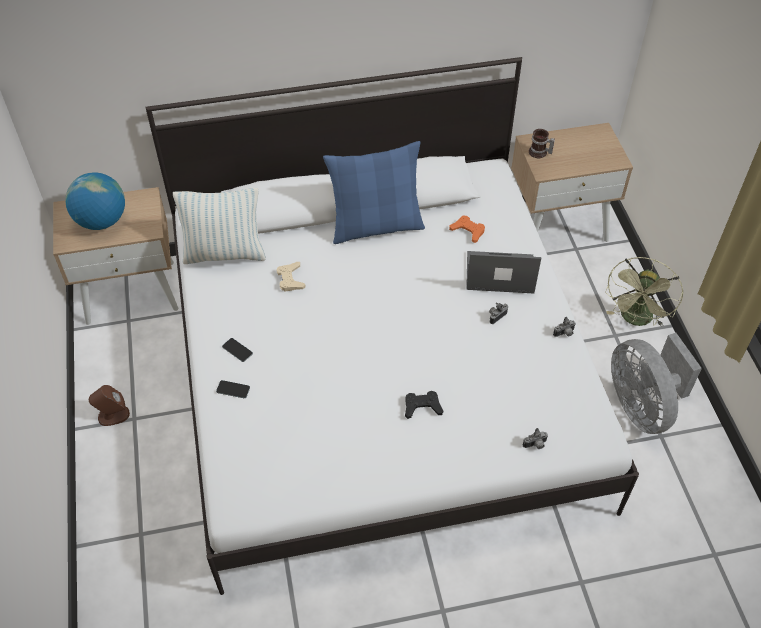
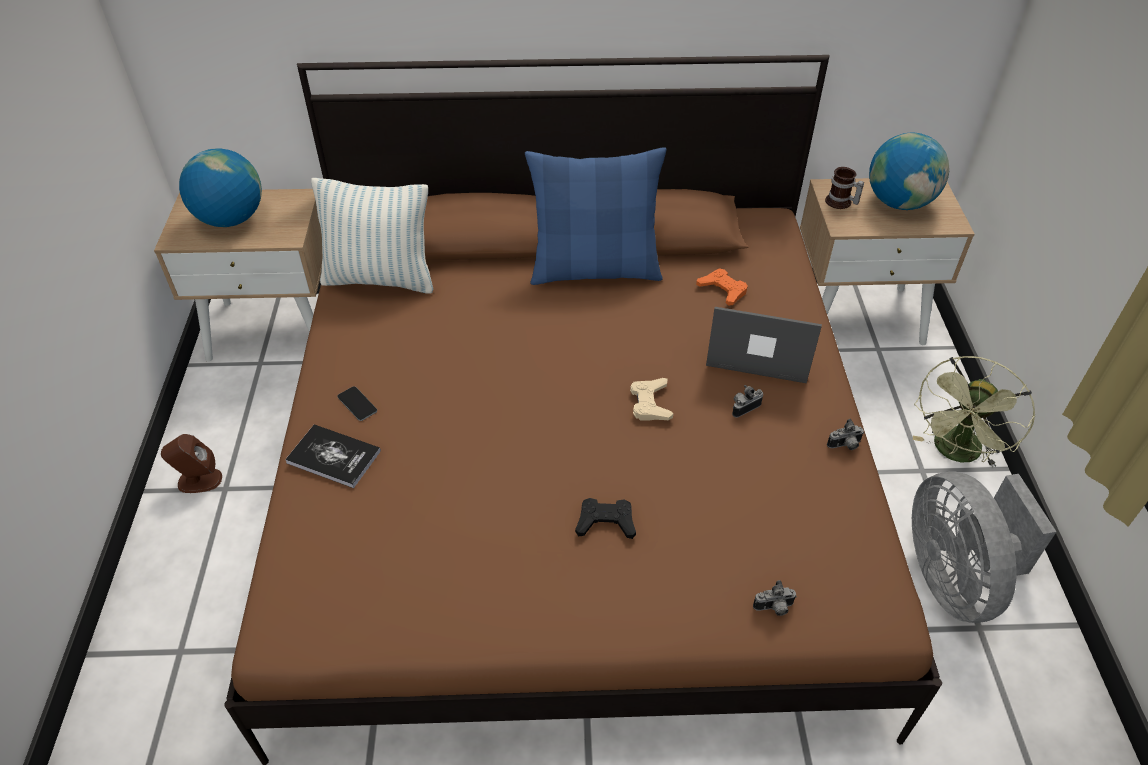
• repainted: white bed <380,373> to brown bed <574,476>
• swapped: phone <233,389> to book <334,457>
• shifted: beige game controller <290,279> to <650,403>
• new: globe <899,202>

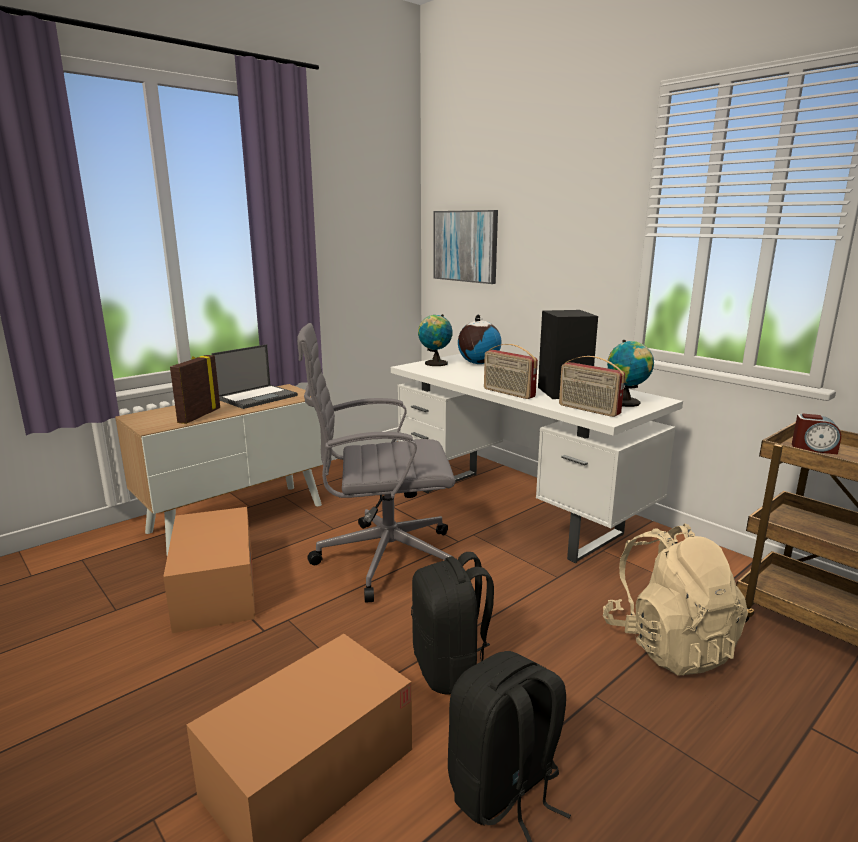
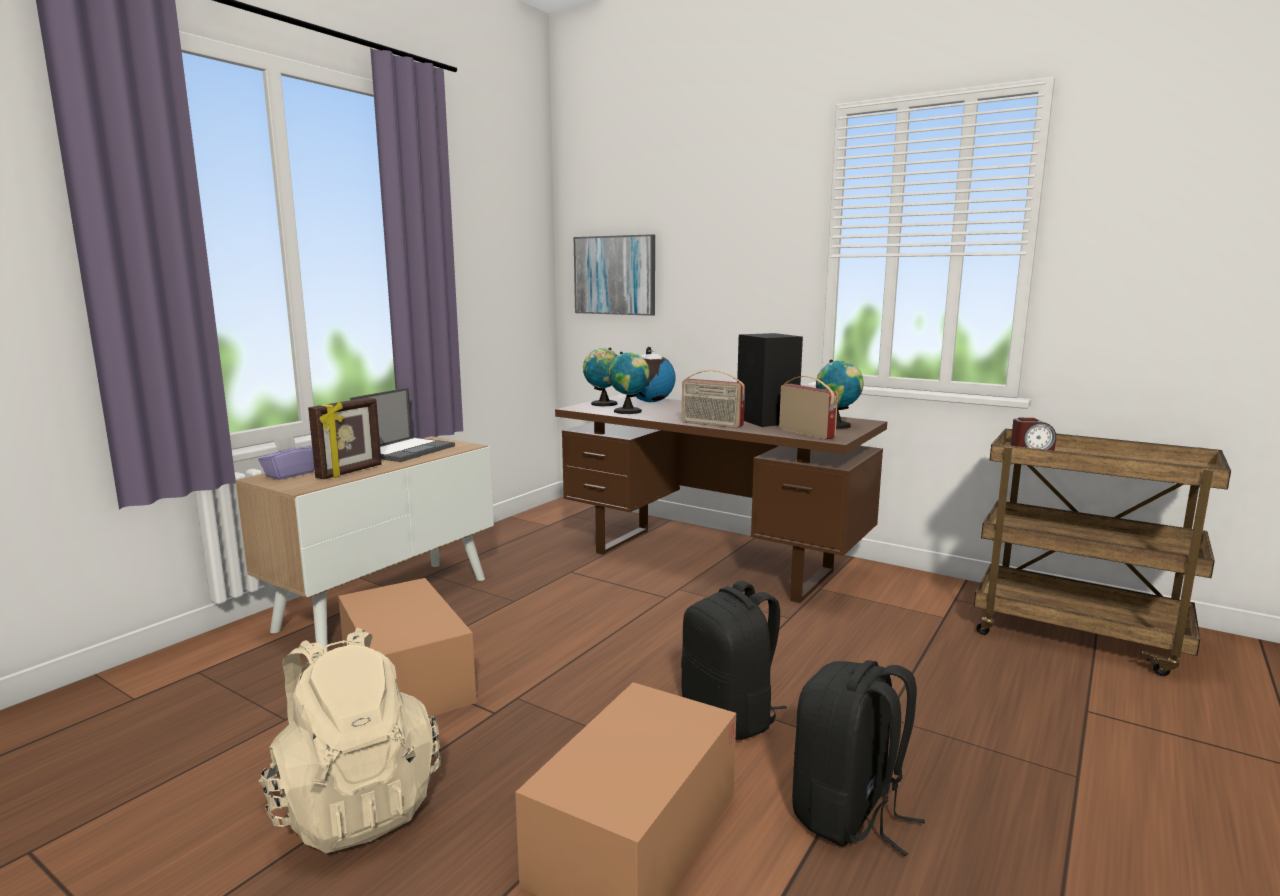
• new: purple tissue box <290,474>
• shifted: beige backpack <668,644> to <354,805>
• rotated: picture frame <198,416> = <350,472> 150 degrees counterclockwise
• repainted: white desk <516,511> to brown desk <712,562>
• new: globe <630,411>
• rotated: radio <588,410> = <807,433> 150 degrees counterclockwise
• gone: grey office chair <382,558>

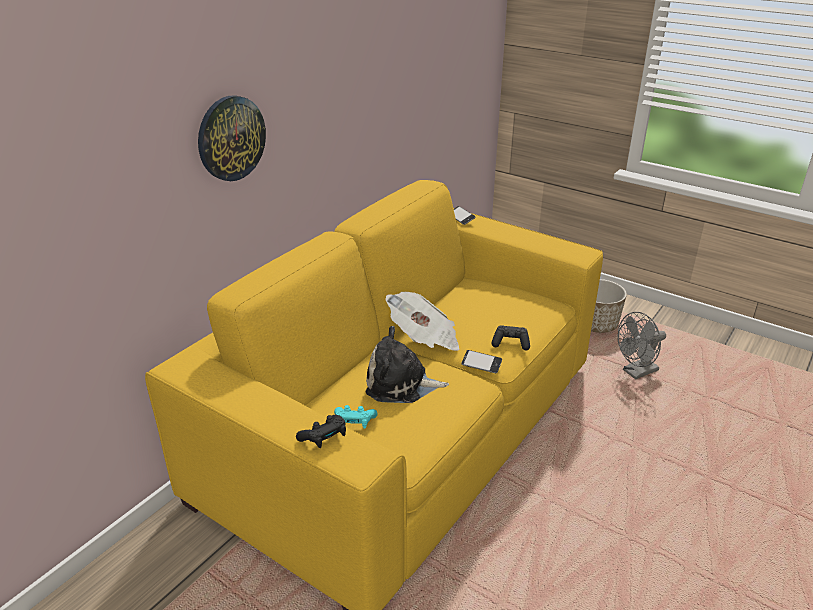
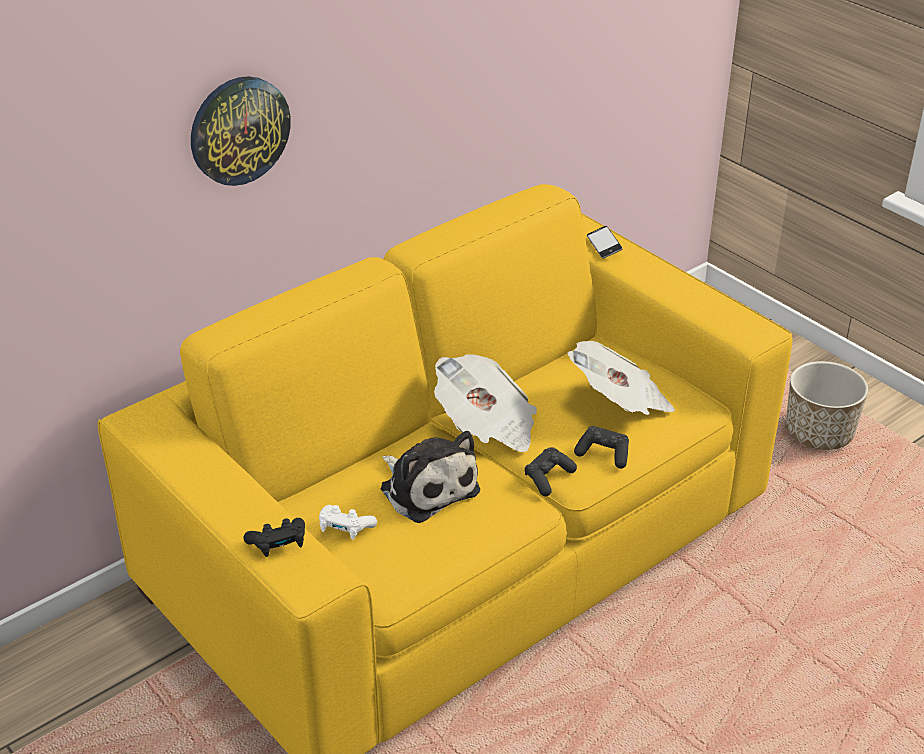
• repainted: turquoise game controller <354,422> to white game controller <345,528>
• rotated: plush toy <401,384> = <427,487> 150 degrees counterclockwise
• swapped: phone <481,364> to black game controller <548,478>
• new: newspaper <620,402>
• gone: grey fan <636,372>

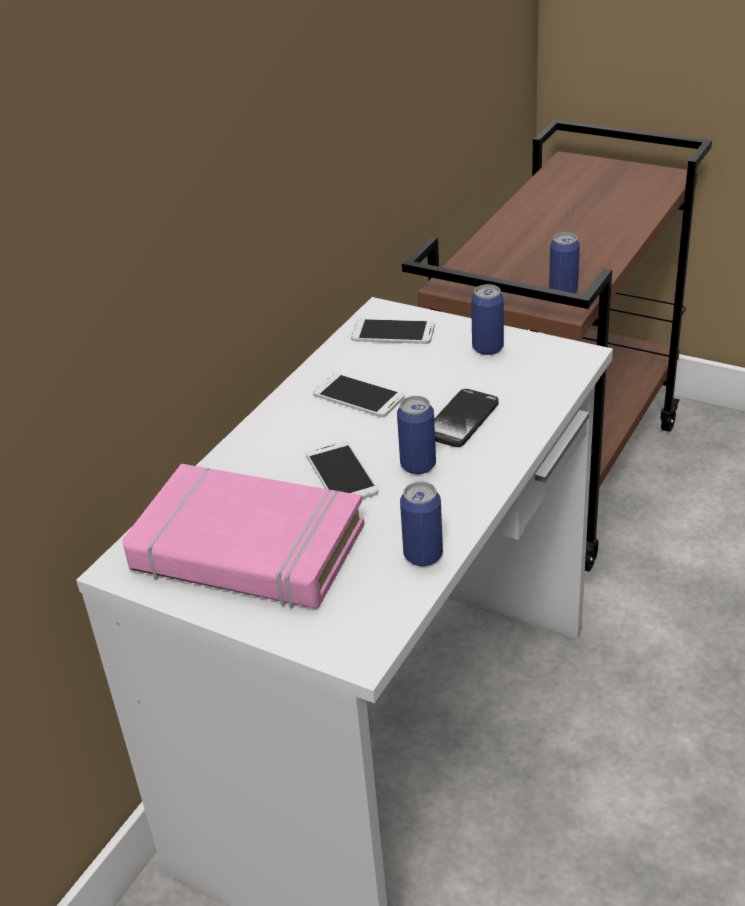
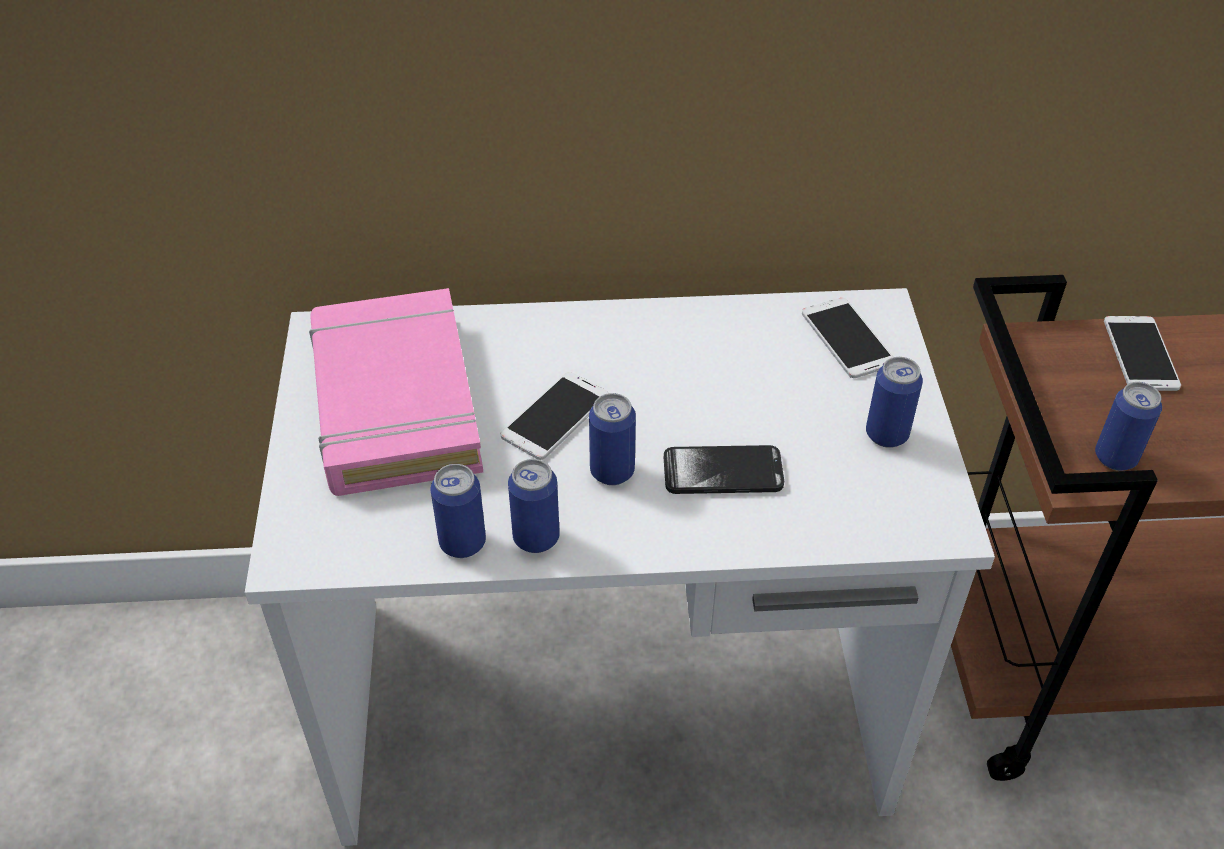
• new: can <536,538>
• shifted: phone <358,396> to <1140,354>

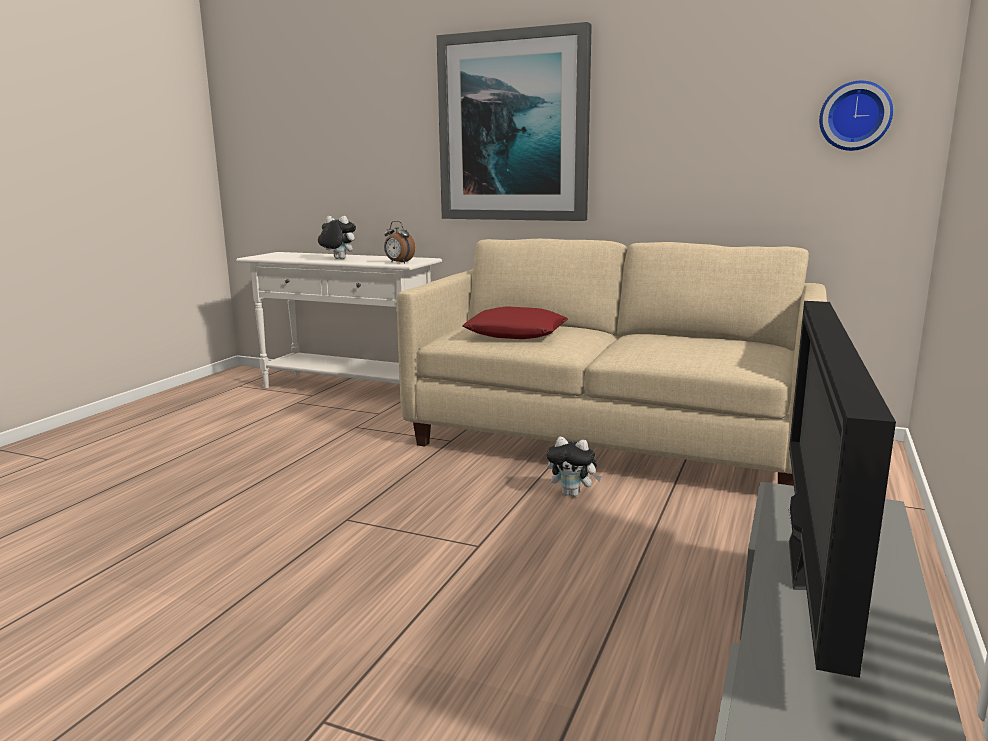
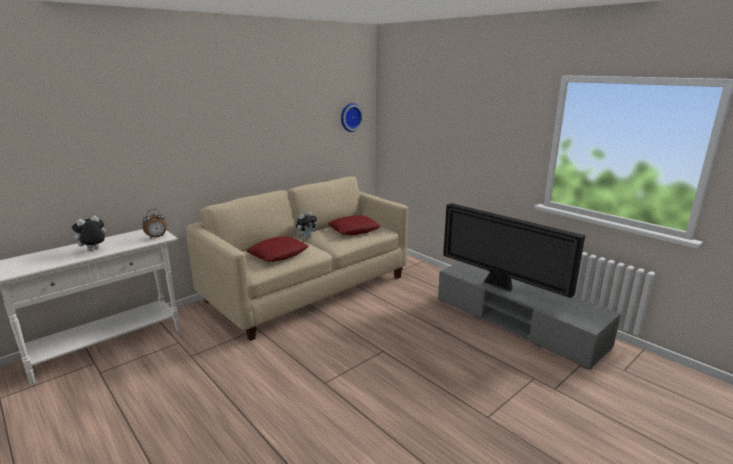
• shifted: plush toy <573,494> to <307,237>
• new: red pillow <354,230>
• gone: picture <514,128>

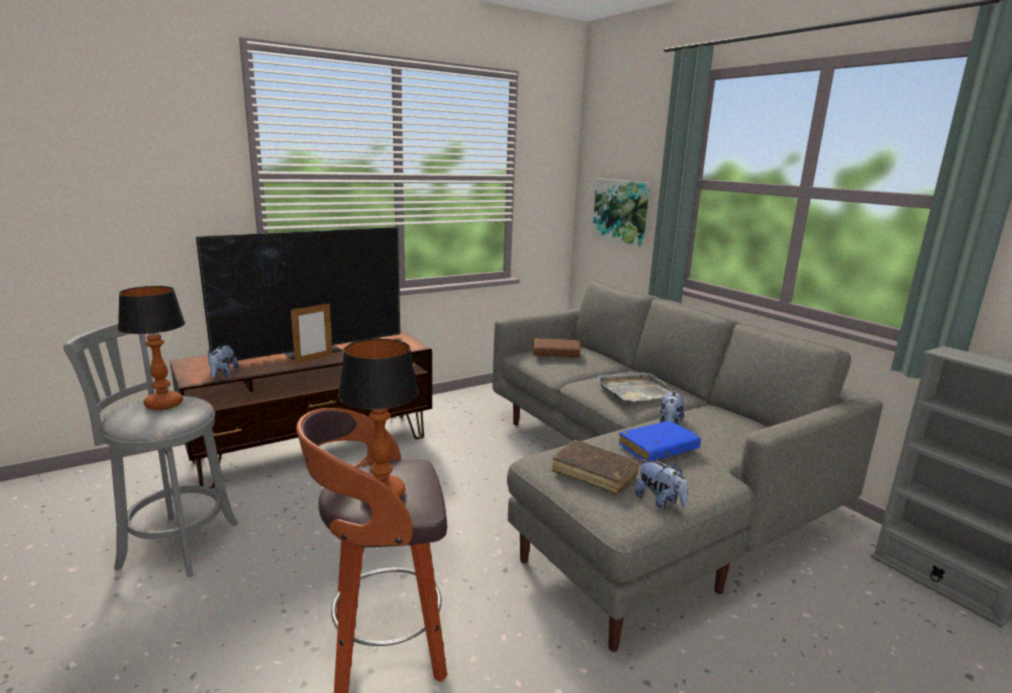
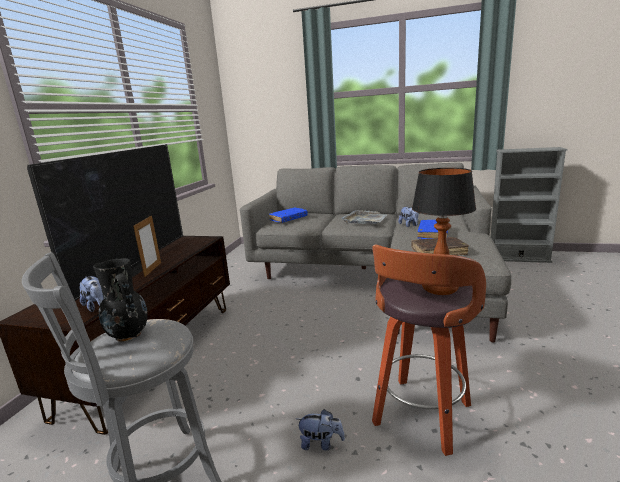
• swapped: table lamp <164,404> to black vase <129,335>
• repainted: brown book <556,353> to blue book <288,219>
• shifted: plush toy <660,502> to <321,443>
• gone: picture <621,211>

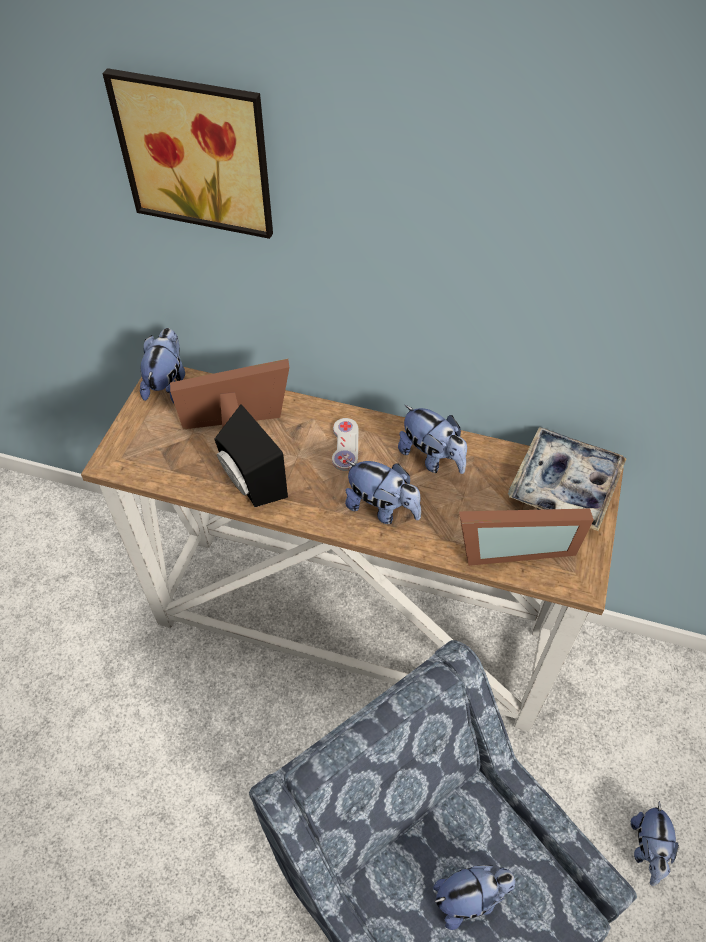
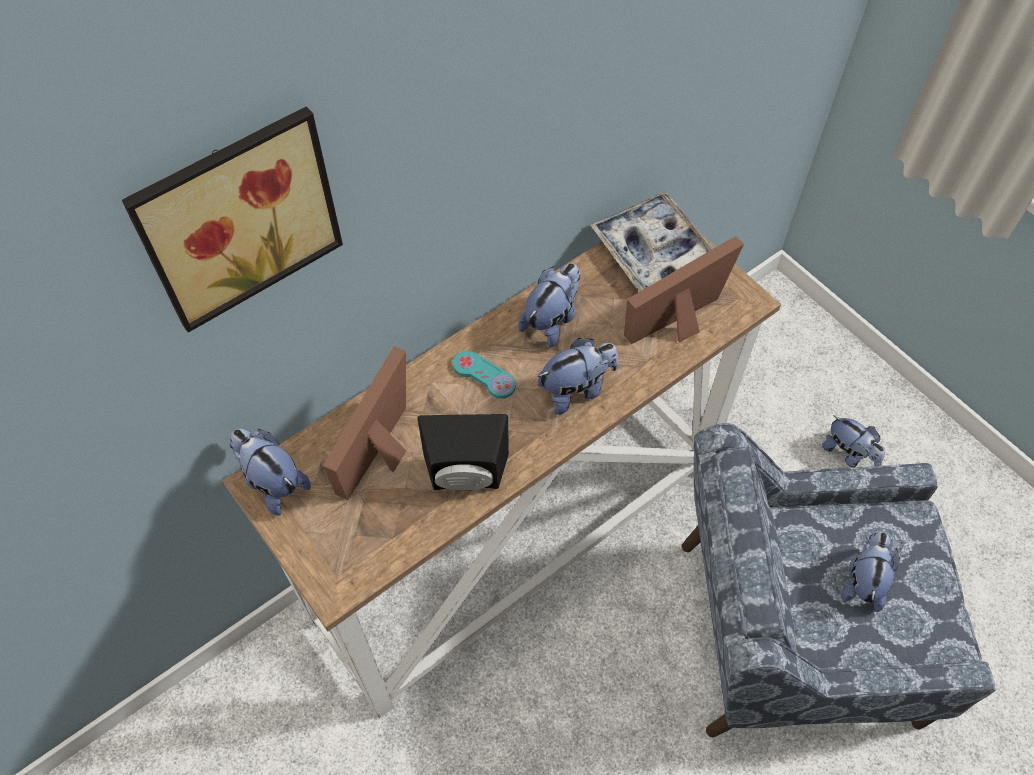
• repainted: white game controller <345,445> to turquoise game controller <484,375>
• rotated: plush toy <431,458> = <552,320> 45 degrees counterclockwise
• rotated: picture frame <512,545> = <682,322> 150 degrees counterclockwise

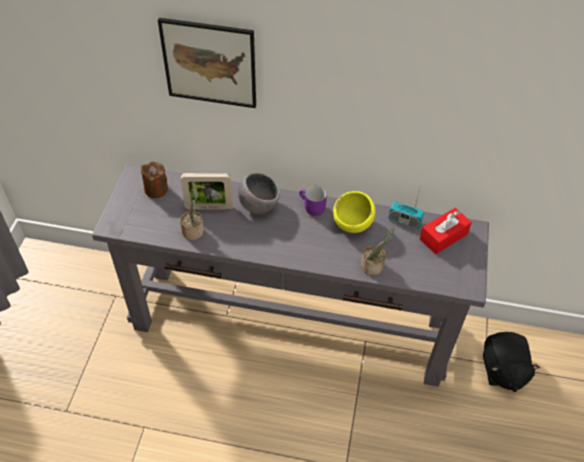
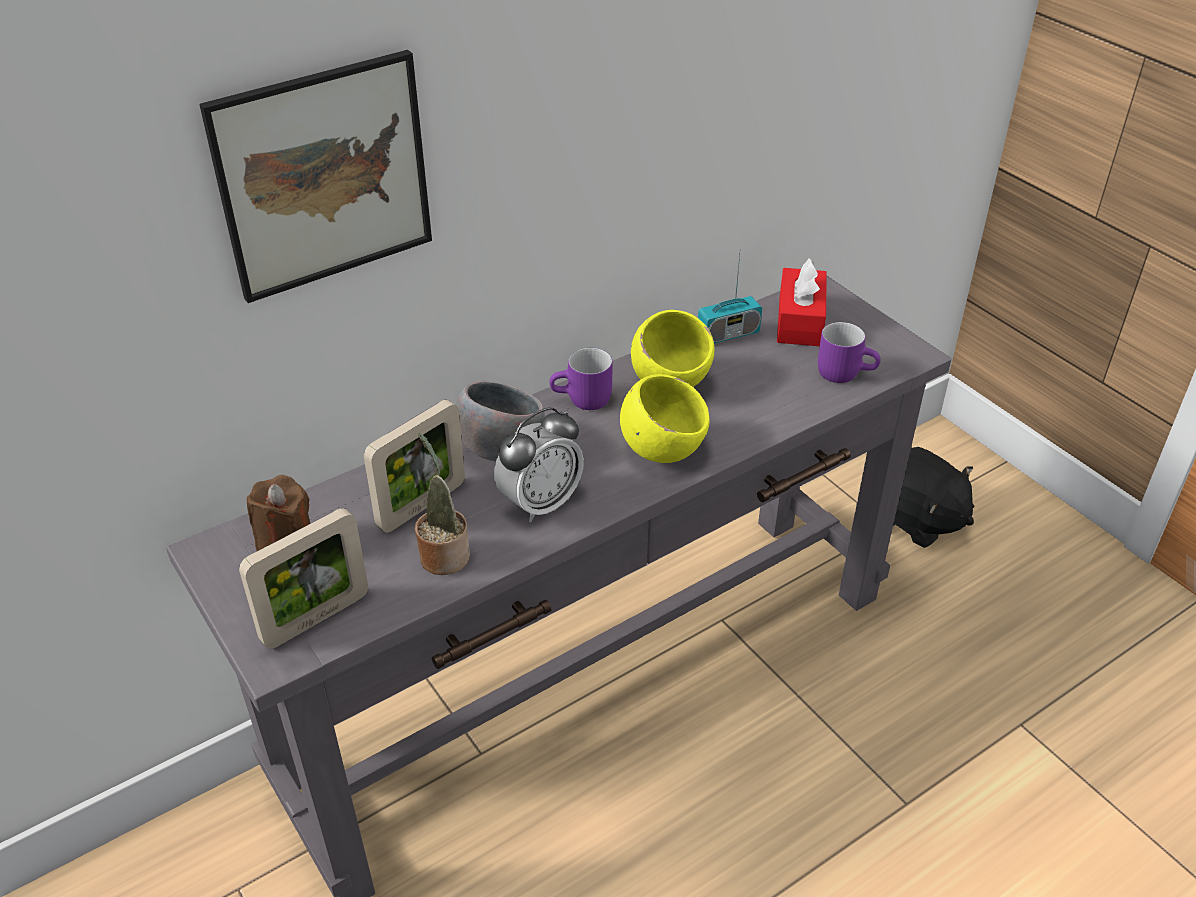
• new: picture frame <316,619>
• new: alarm clock <540,503>
• new: yellow bowl <662,450>
• new: purple mug <845,372>
• gone: potted plant <373,266>

